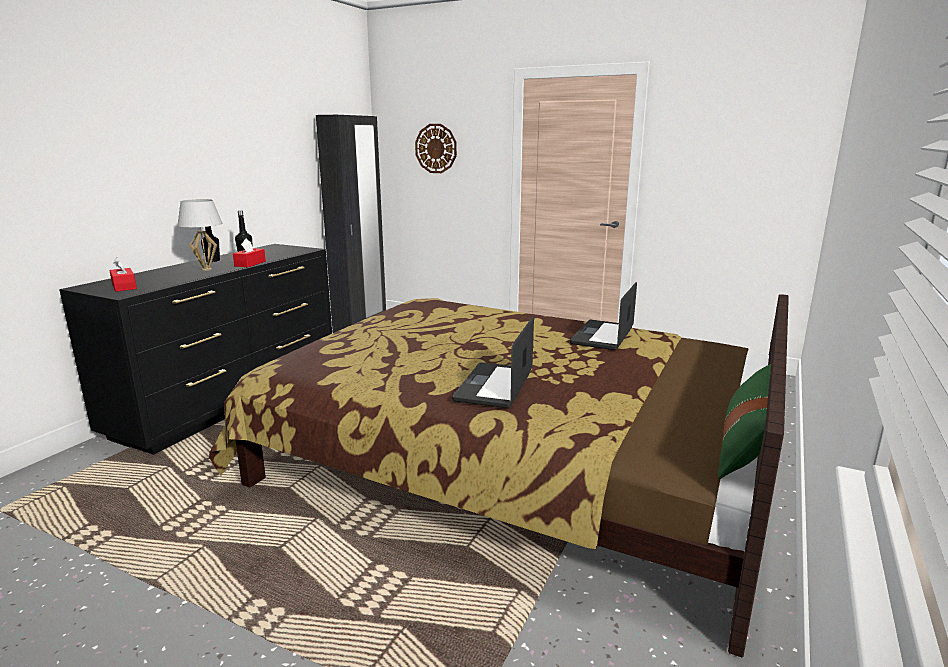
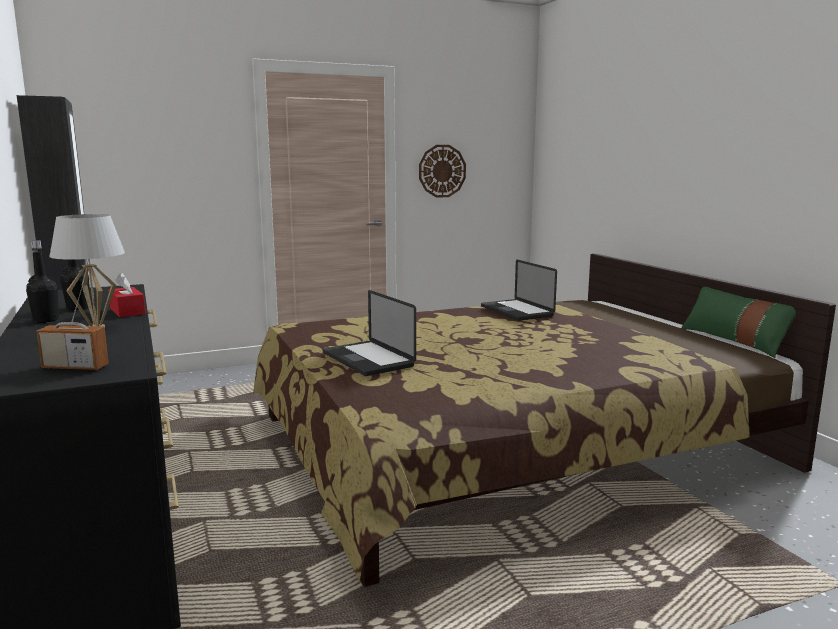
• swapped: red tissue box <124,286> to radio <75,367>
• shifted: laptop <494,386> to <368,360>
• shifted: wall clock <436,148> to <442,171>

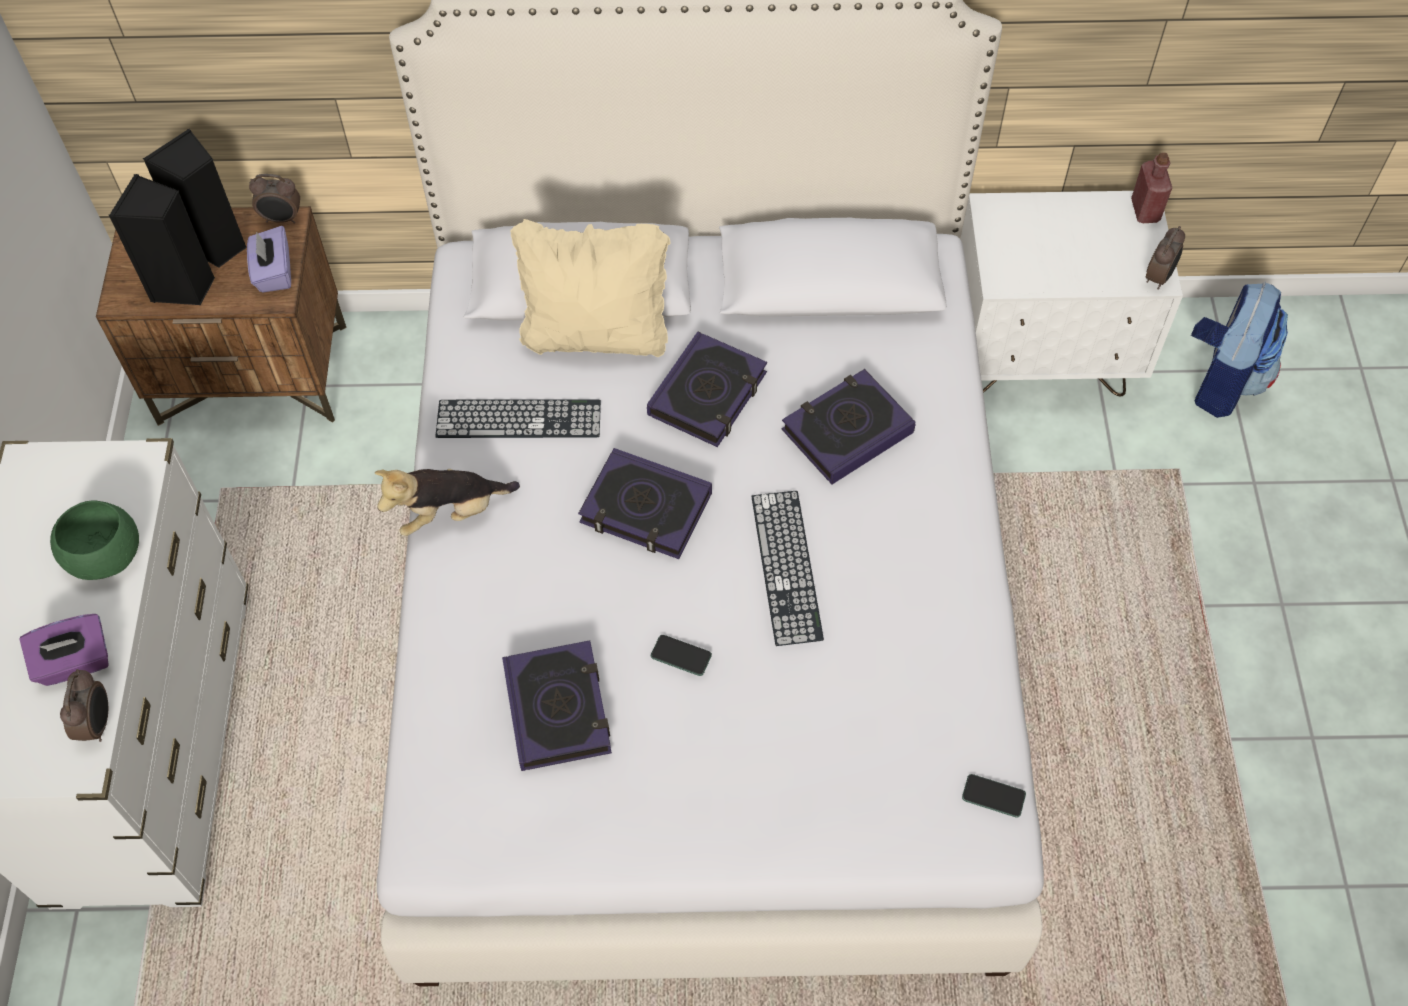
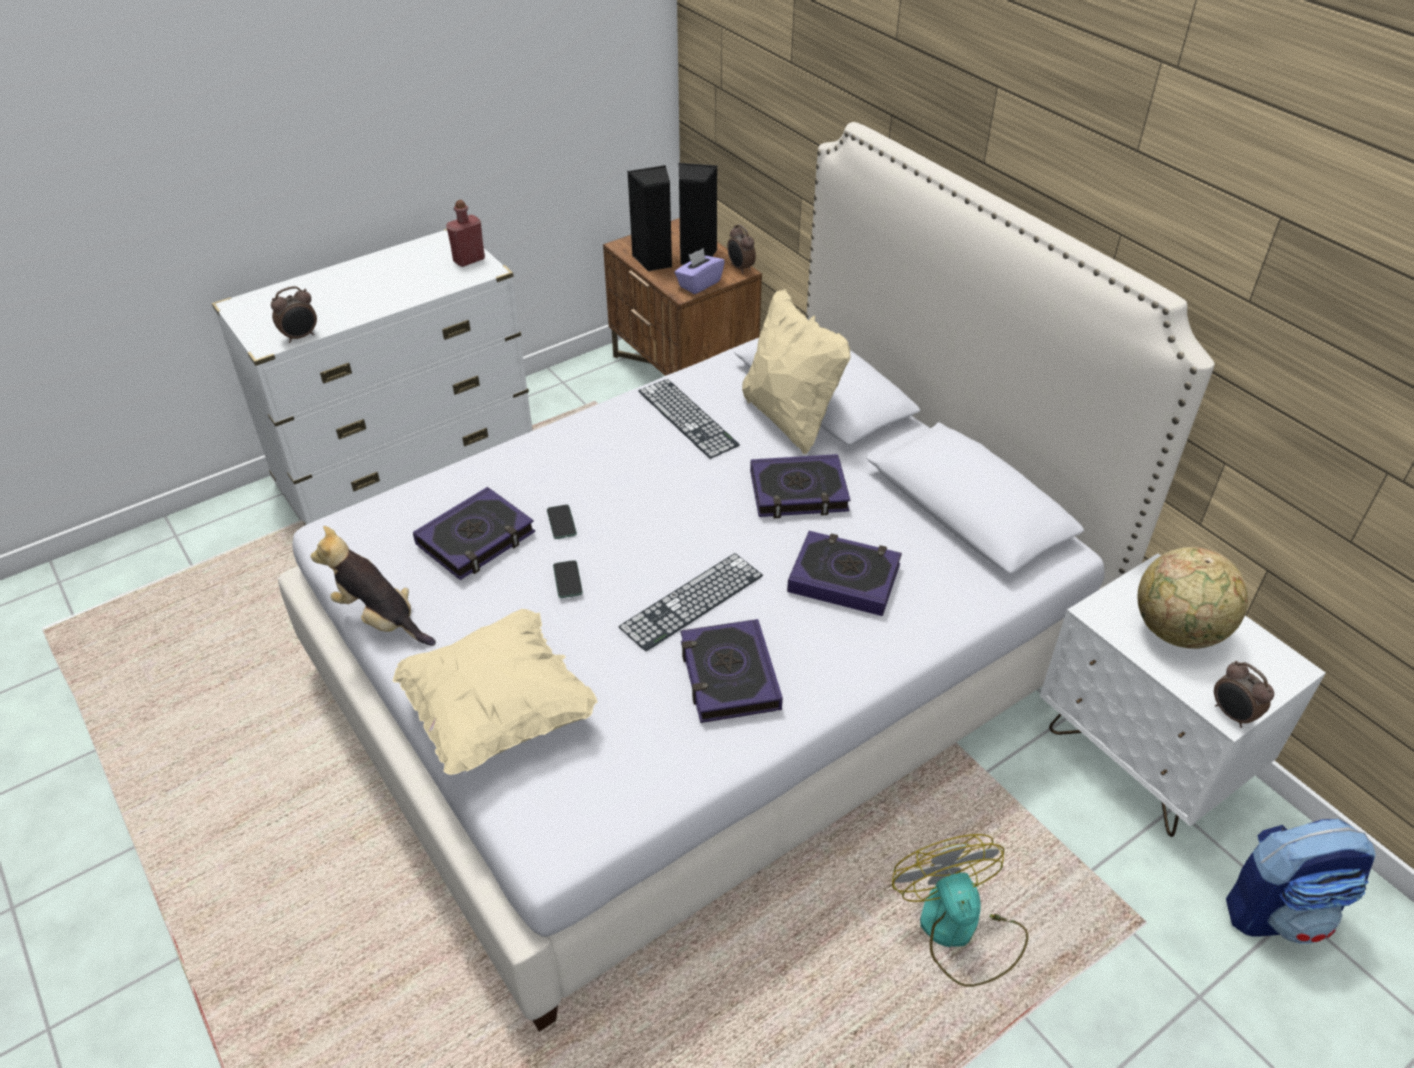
• shifted: plush toy <450,513> to <380,618>
• new: beige pillow <498,713>
• shifted: red bottle <1145,210> to <469,260>
• shifted: phone <993,796> to <561,522>
• shifted: book <645,509> to <729,676>
• new: fan <959,930>
• new: globe <1178,631>
• rotated: alarm clock <1159,277> = <1232,715> 60 degrees clockwise
• gone: purple tissue box <75,662>
• gone: green bowl <107,556>

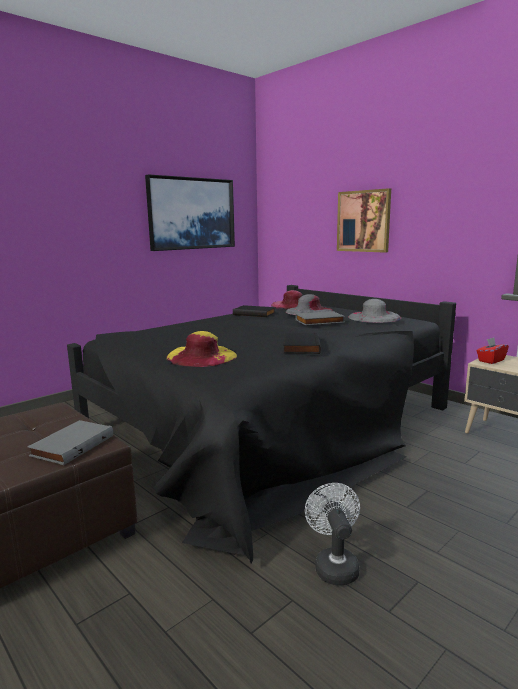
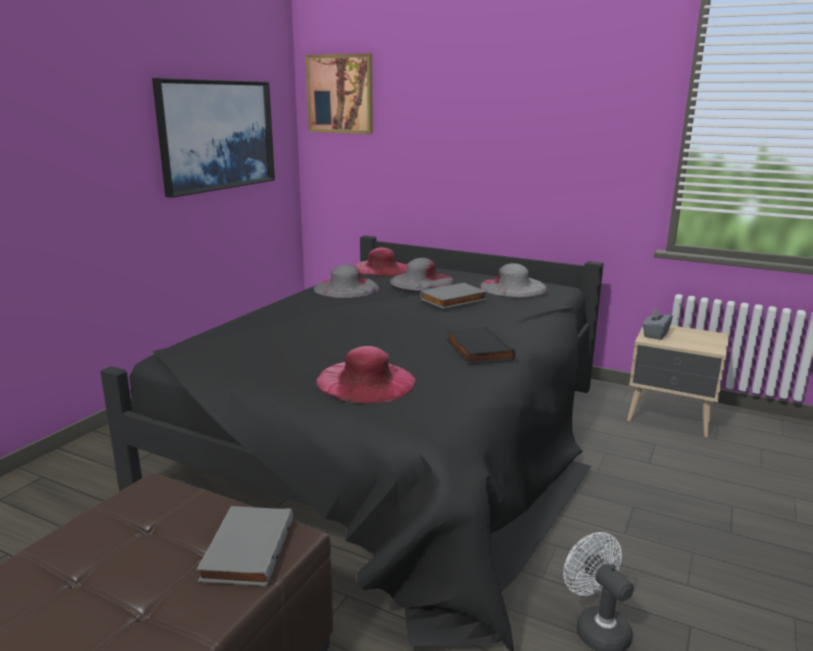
• shifted: picture <363,221> to <340,94>
• swapped: black book <255,313> to grey hat <346,288>
• repainted: yellow hat <201,356> to pink hat <366,381>
• repainted: red tissue box <491,360> to grey tissue box <655,334>

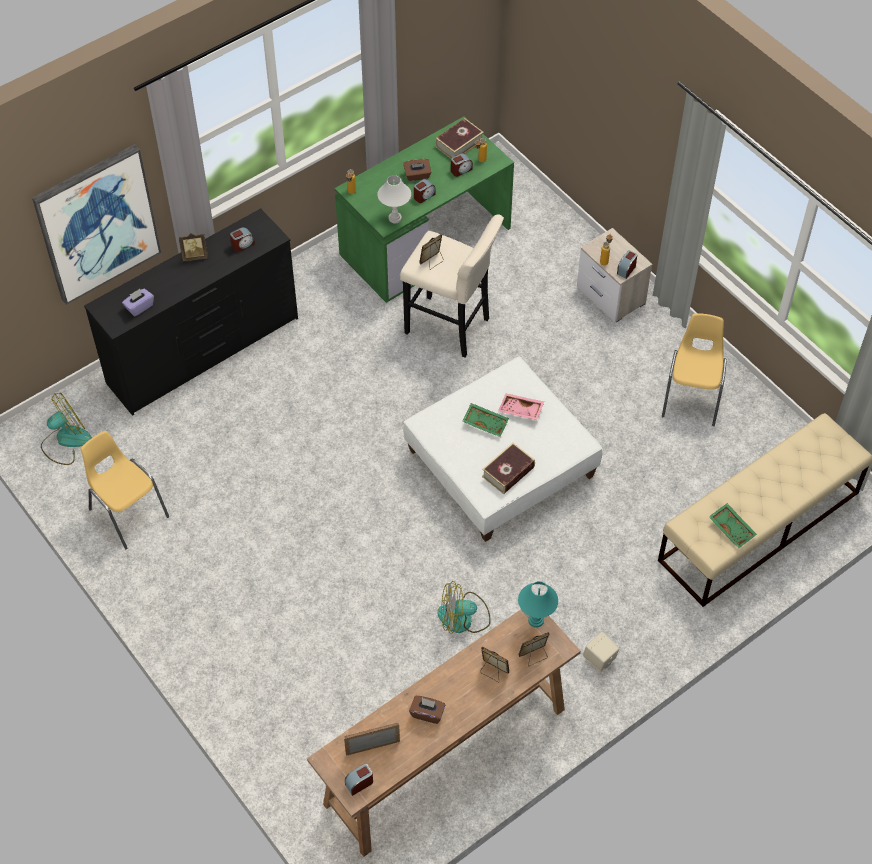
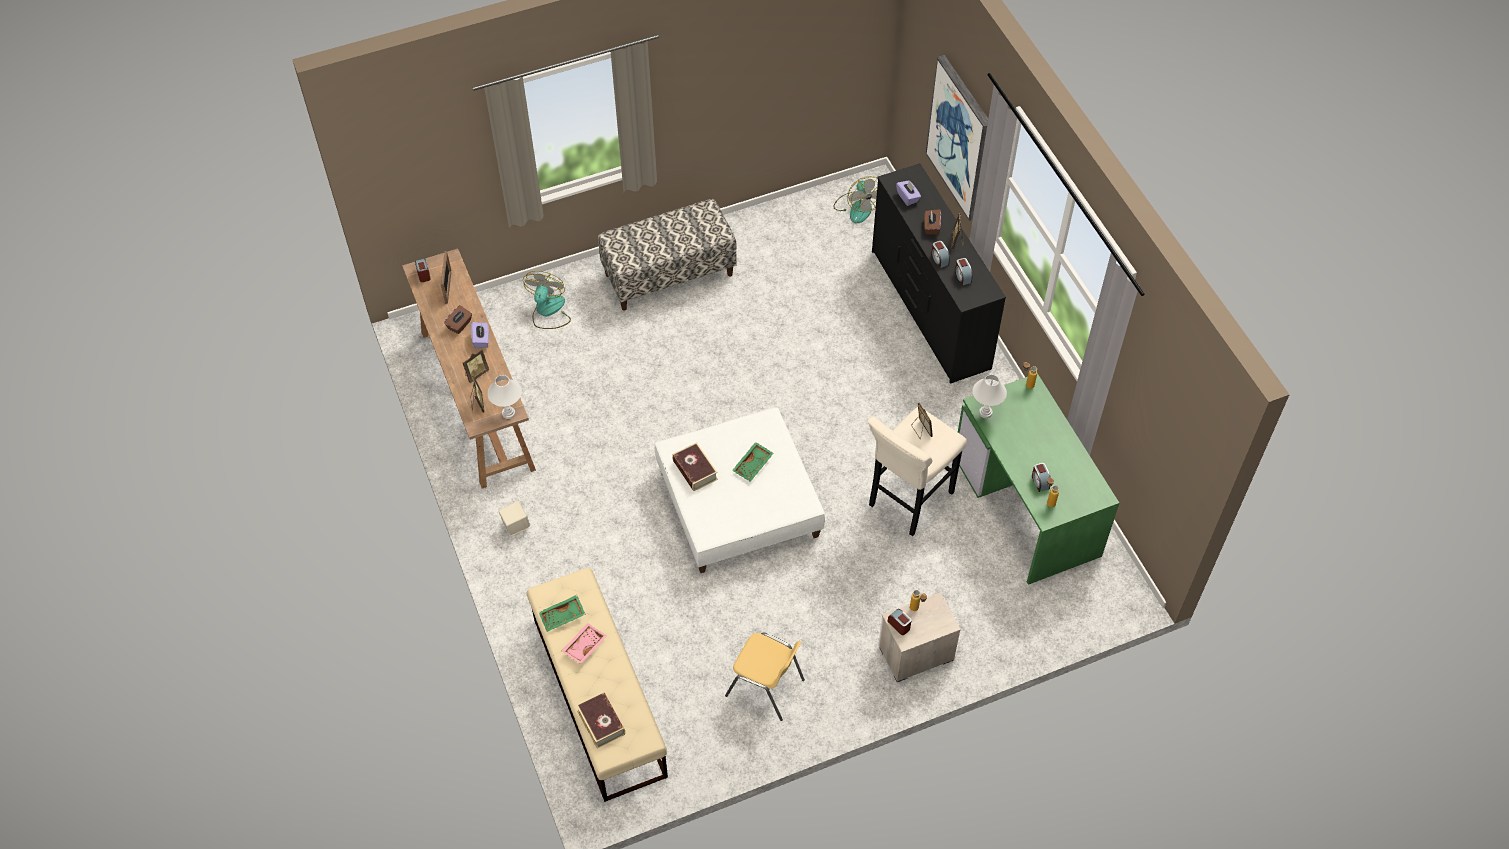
• new: purple tissue box <481,340>
• repainted: turquoise table lamp <536,620> to white table lamp <508,413>
• shifted: fan <463,618> to <548,311>
• shifted: pink tray <520,410> to <584,646>
• shifted: book <459,143> to <601,722>
• new: bench <669,274>
• shifted: brown tissue box <417,176> to <931,227>
• shifted: alarm clock <424,196> to <939,259>
• gone: yellow chair <128,513>

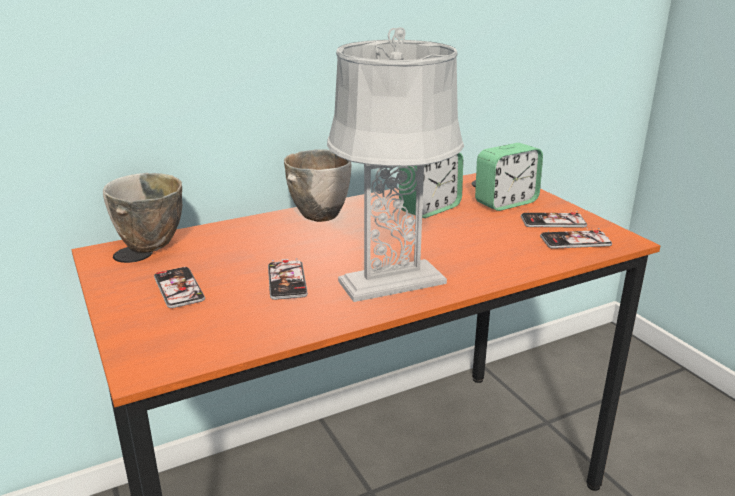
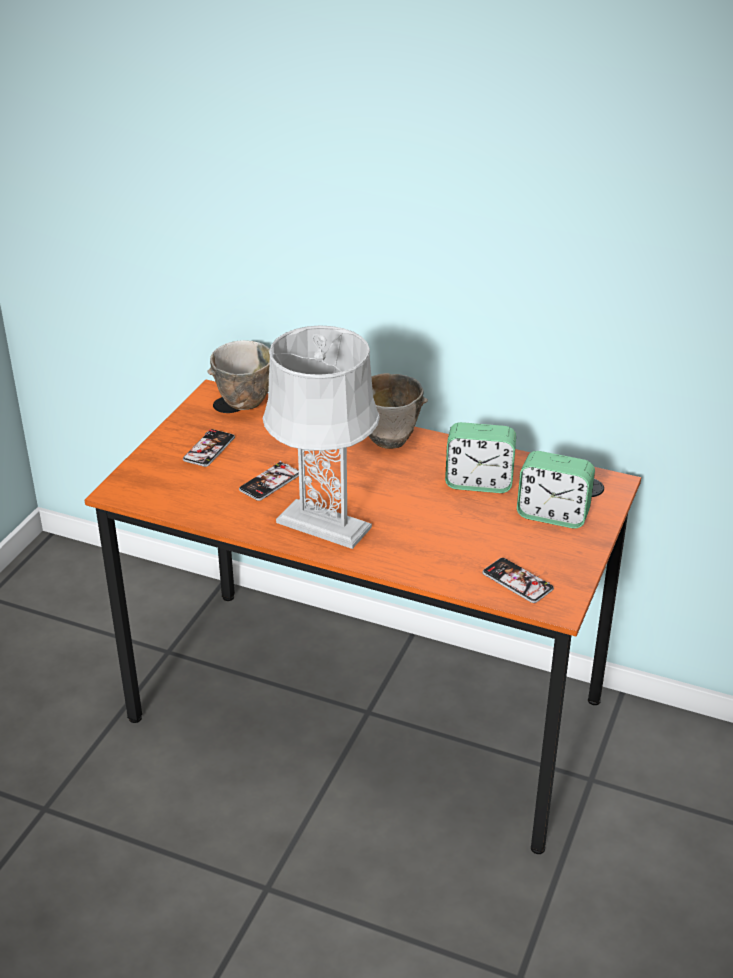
• gone: phone <553,221>

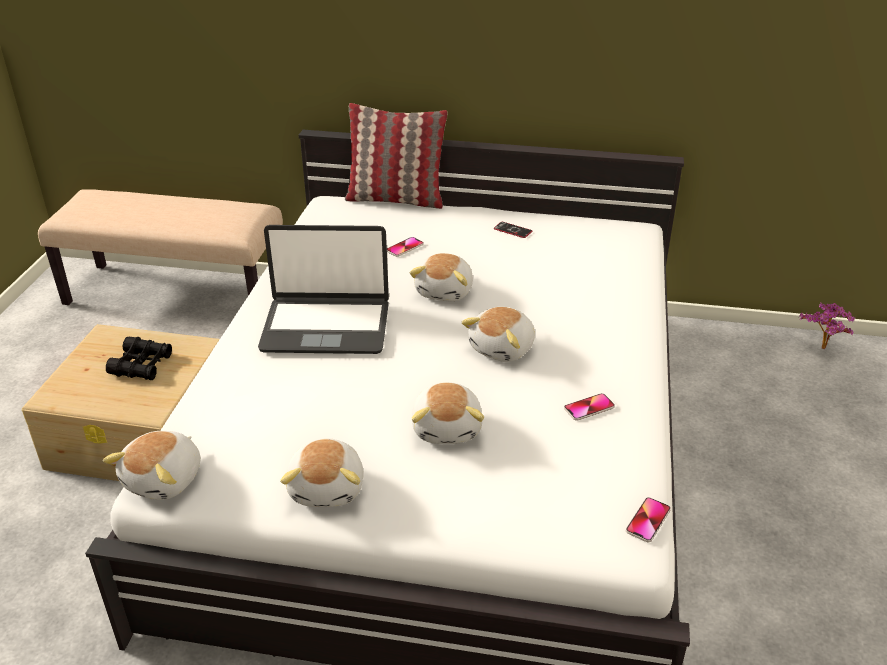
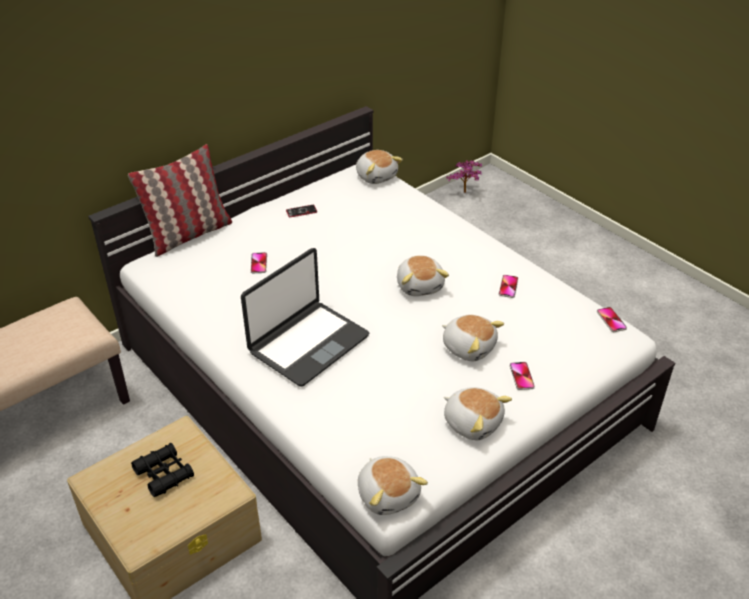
• shifted: plush toy <445,291> to <376,176>
• new: phone <521,376>

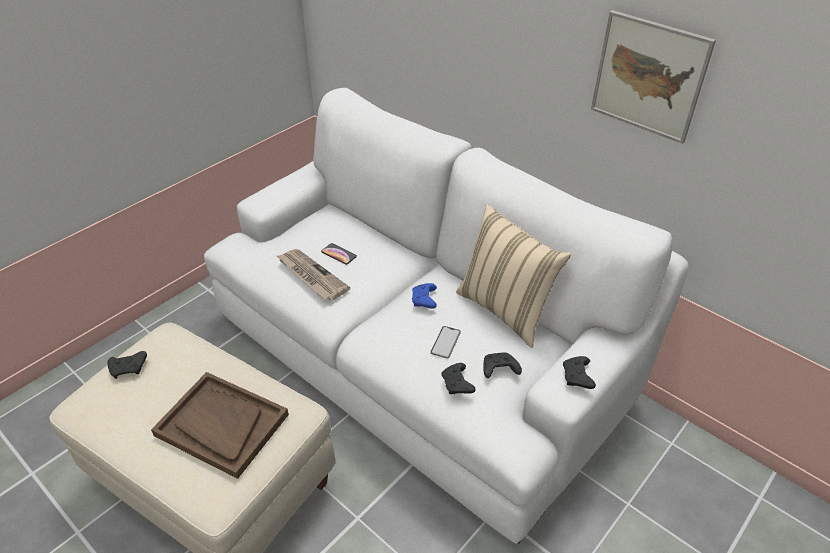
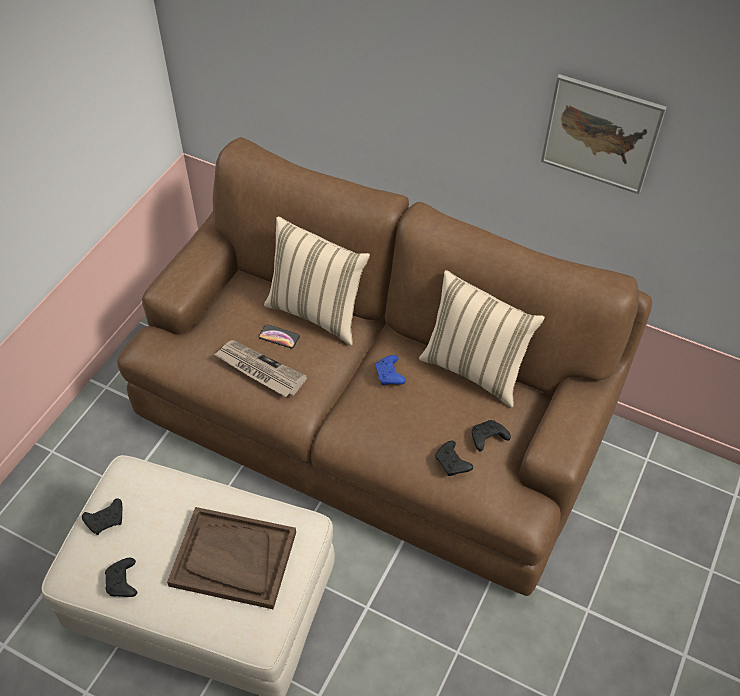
• shifted: black game controller <577,377> to <123,582>
• repainted: white sofa <416,356> to brown sofa <371,419>
• new: beige pillow <317,312>
• gone: phone <445,342>

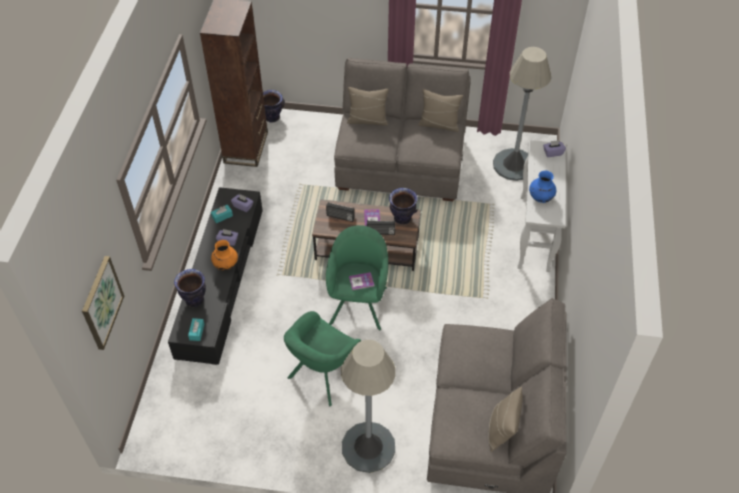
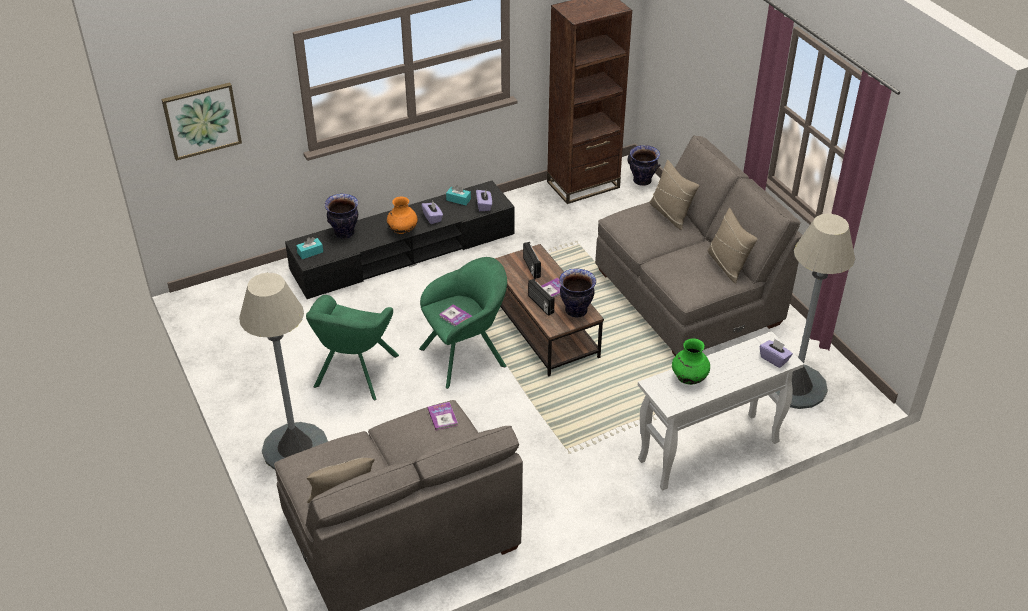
• rotated: green armchair <323,375> = <354,374> 75 degrees counterclockwise
• new: book <442,417>
• repainted: blue vase <540,198> to green vase <689,378>

